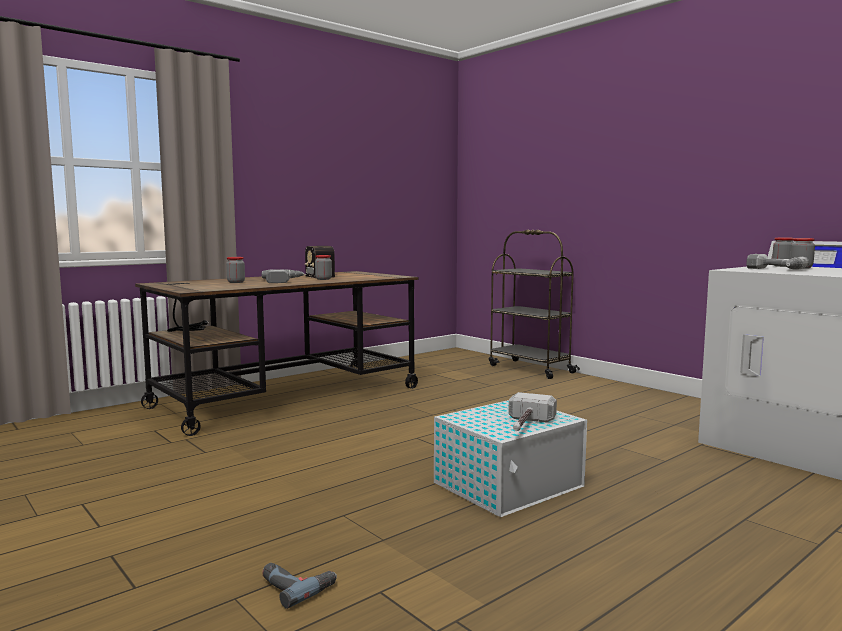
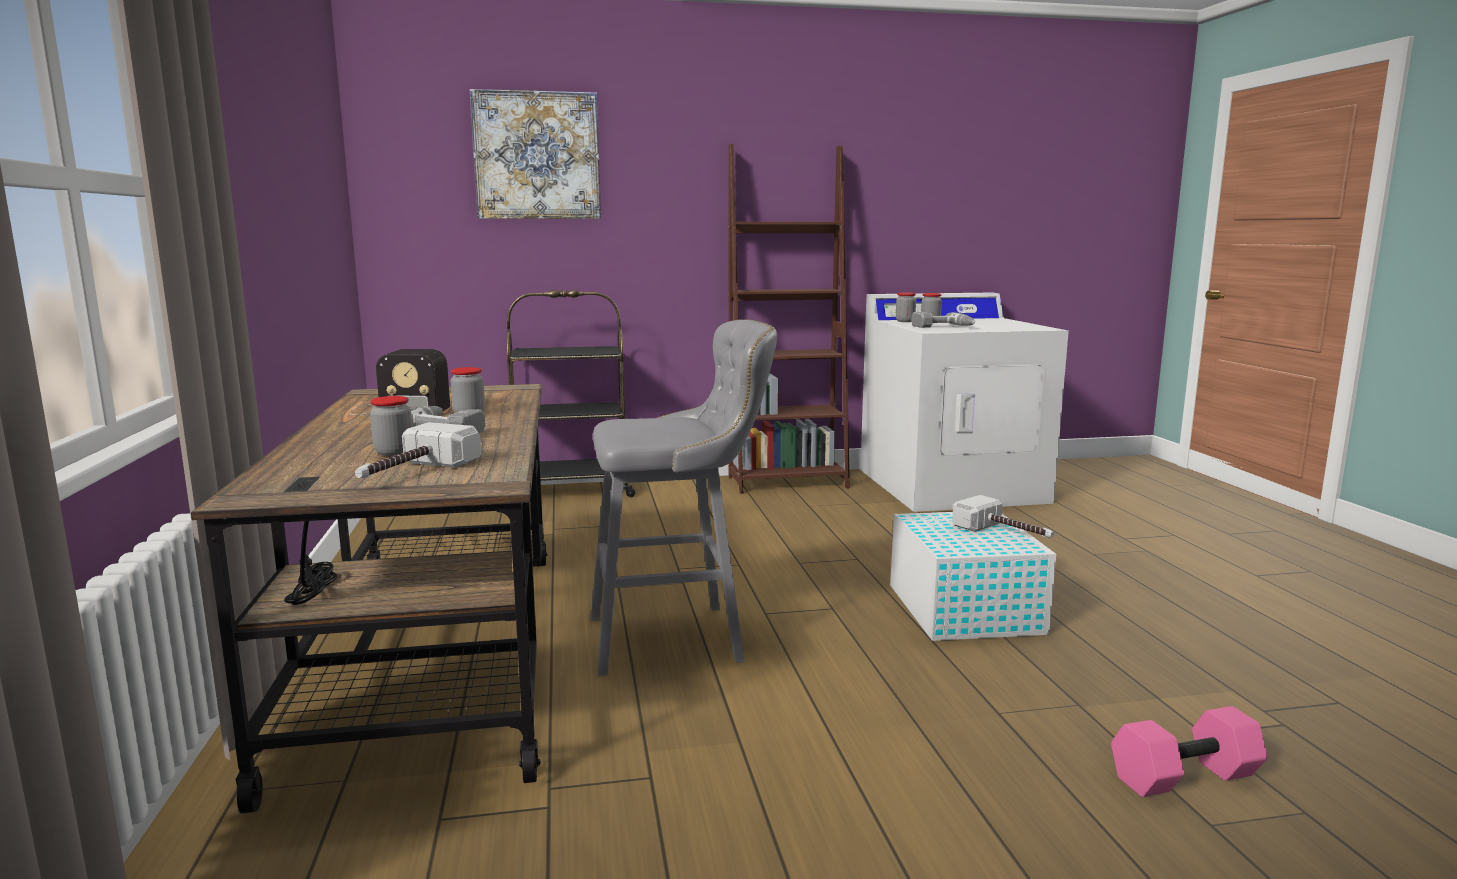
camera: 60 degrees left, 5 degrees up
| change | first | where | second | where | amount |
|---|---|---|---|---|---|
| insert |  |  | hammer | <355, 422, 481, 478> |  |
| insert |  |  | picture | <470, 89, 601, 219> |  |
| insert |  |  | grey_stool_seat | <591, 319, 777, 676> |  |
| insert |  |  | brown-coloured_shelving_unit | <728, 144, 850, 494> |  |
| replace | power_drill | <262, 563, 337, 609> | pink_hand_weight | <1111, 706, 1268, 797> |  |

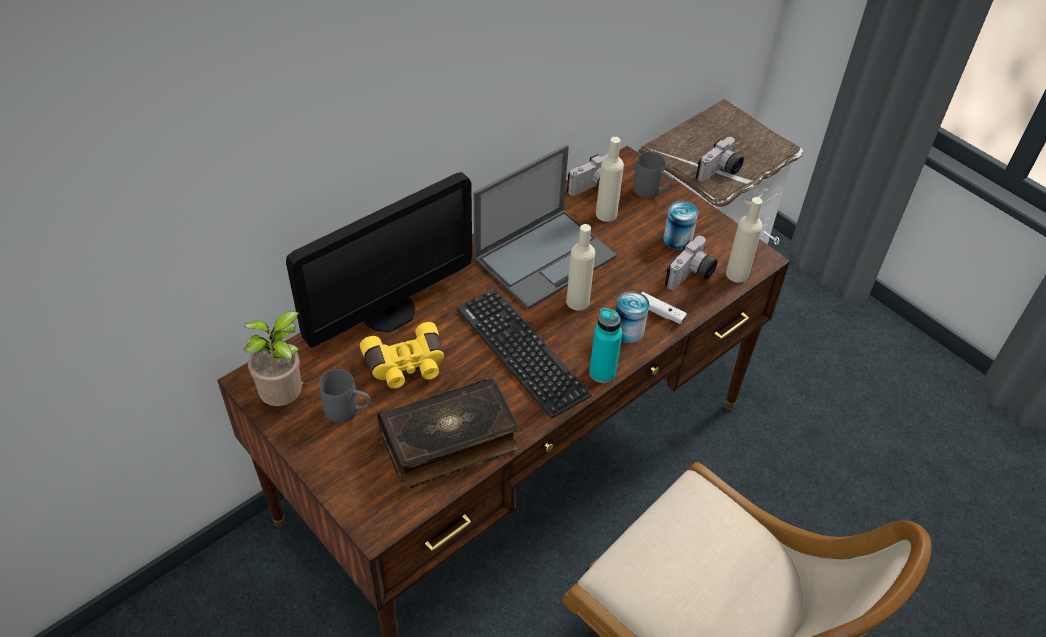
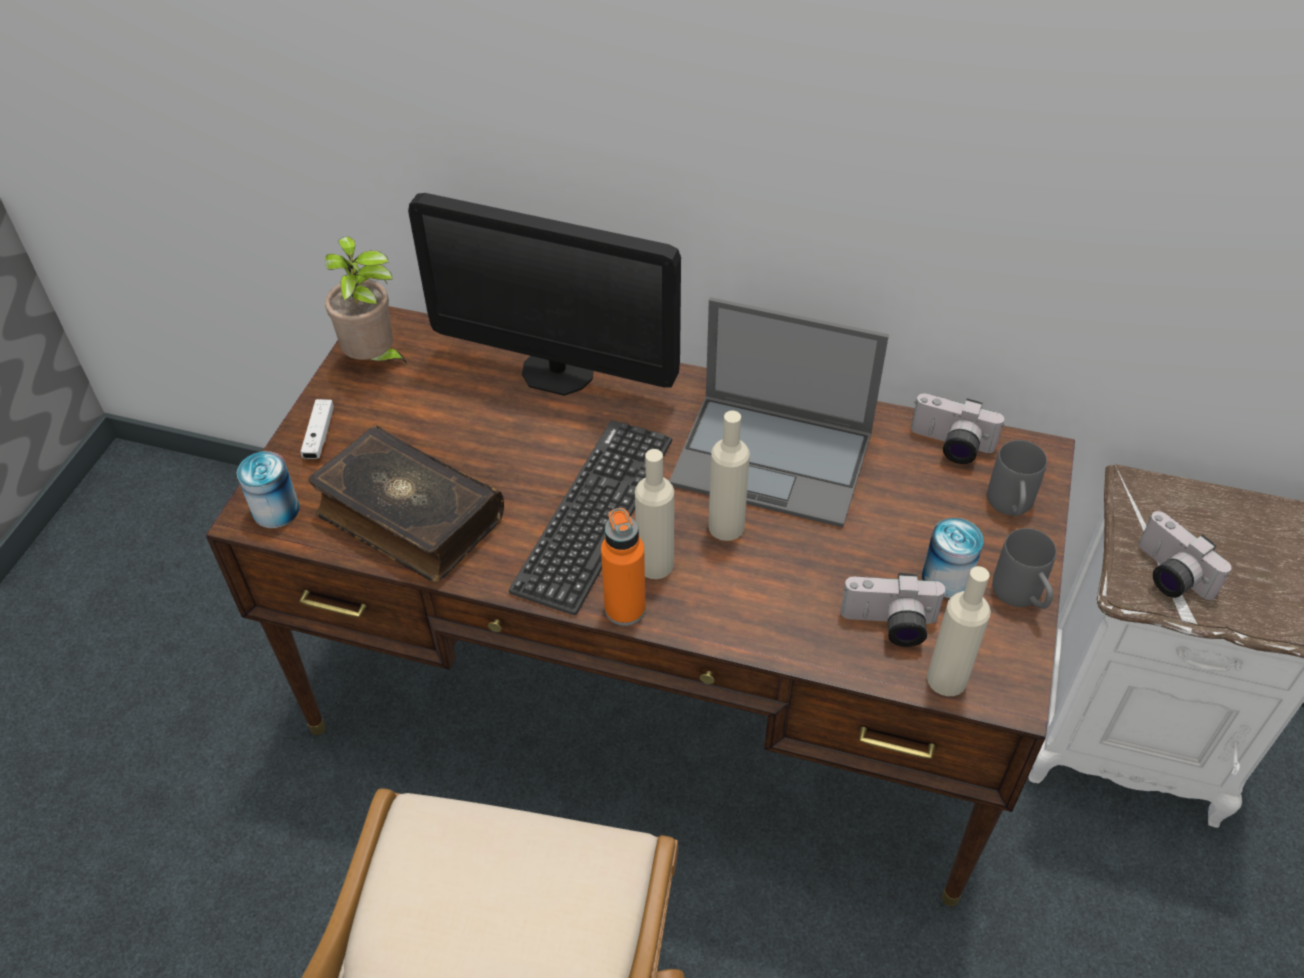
camera: 60 degrees right, 0 degrees up
| change | first | where | second | where | amount |
|---|---|---|---|---|---|
| move | can | <616, 291, 649, 343> |  | <237, 451, 300, 528> |  |
| move | white-coloured_gamepad | <641, 292, 687, 324> |  | <301, 399, 334, 459> |  |
| recolor | blue-green_bottle | <589, 308, 622, 383> | orange_bottle | <601, 508, 646, 626> |  |
| move | sand-coloured_bottle | <596, 137, 624, 222> |  | <635, 449, 674, 579> |  |
| move | grey_tea_mug | <319, 369, 371, 423> |  | <992, 528, 1056, 609> |  |
| rotate | photo_camera | <696, 137, 744, 182> |  | <1139, 511, 1232, 600> | 45 degrees clockwise |
| delete | yellowish_pair_of_binoculars | <360, 322, 444, 388> |  |  |  |

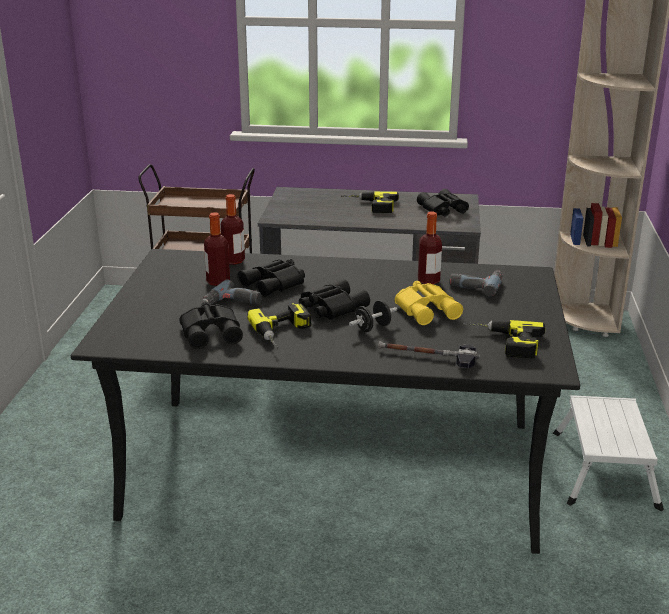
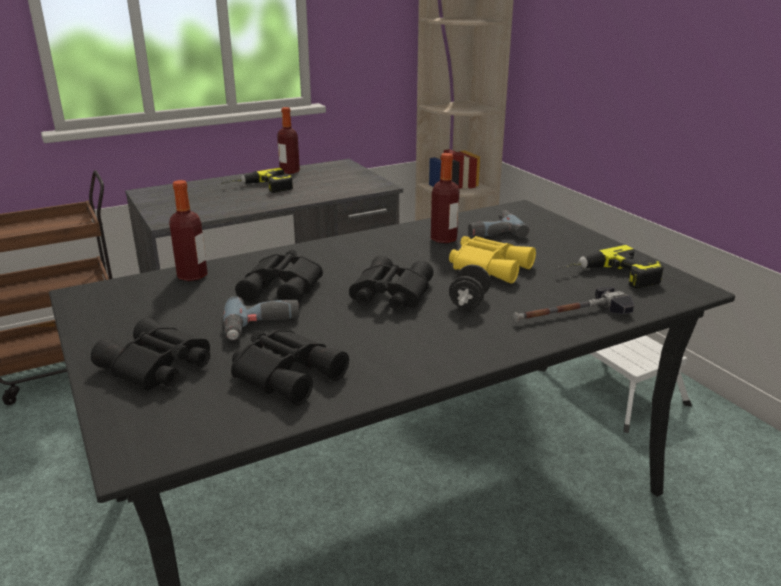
camera: 35 degrees left, 0 degrees up
| change | first | where | second | where | amount |
|---|---|---|---|---|---|
| move | black-coloured_pair_of_binoculars | <417, 189, 469, 216> |  | <91, 318, 210, 391> |  |
| move | bottle | <204, 212, 230, 286> |  | <277, 107, 300, 174> |  |
| delete | power_drill | <247, 303, 311, 349> |  |  |  |

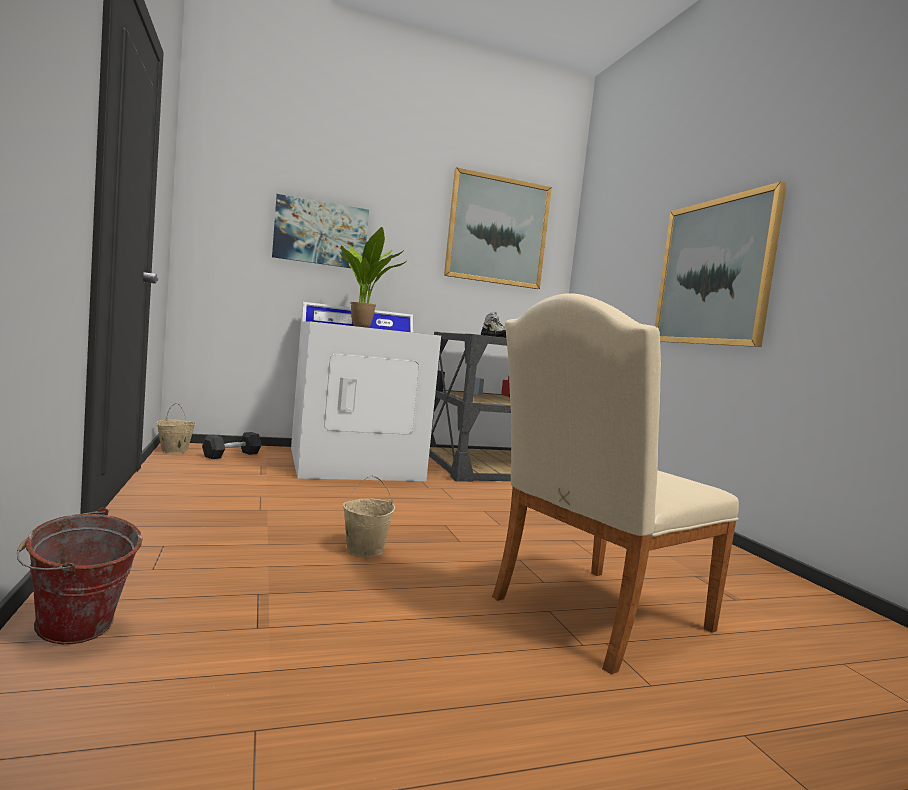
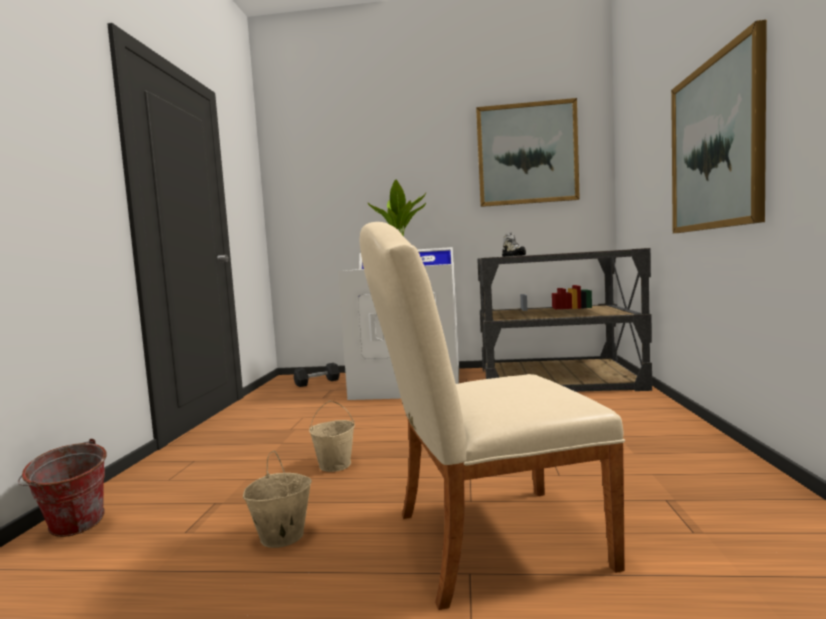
camera: 25 degrees right, 0 degrees up
| change | first | where | second | where | amount |
|---|---|---|---|---|---|
| move | sand-coloured_bucket | <156, 403, 196, 453> |  | <243, 450, 312, 548> |  |
| delete | picture | <272, 194, 369, 268> |  |  |  |

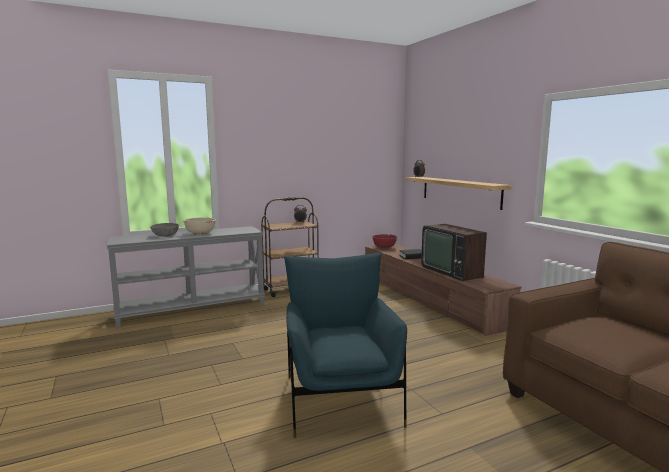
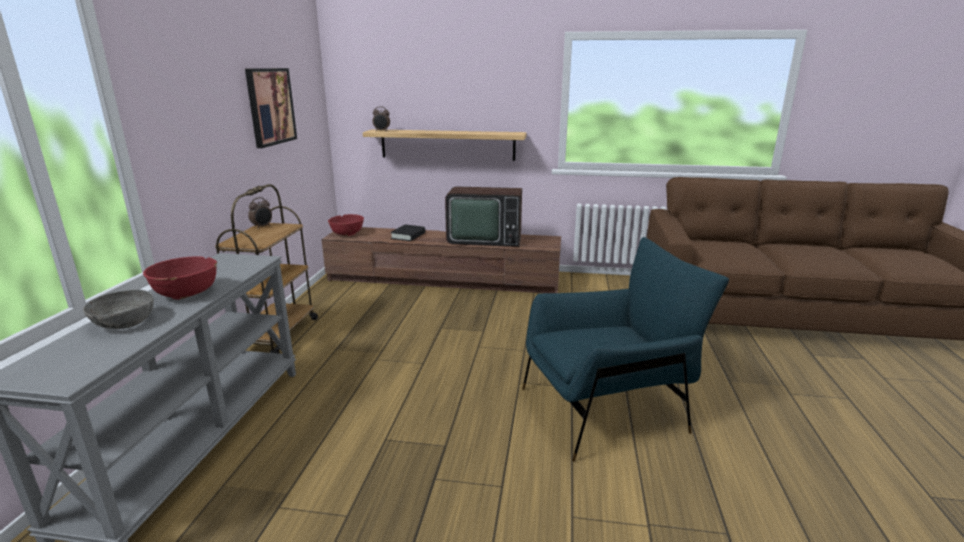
camera: 55 degrees left, 10 degrees up
| change | first | where | second | where | amount |
|---|---|---|---|---|---|
| recolor | sand-coloured_serving_bowl | <183, 217, 216, 234> | red_serving_bowl | <143, 256, 217, 300> |  |
| insert |  |  | picture | <245, 68, 297, 148> |  |
| rotate | blue_lounge_chair | <284, 253, 407, 438> |  | <522, 237, 729, 462> | 135 degrees clockwise |

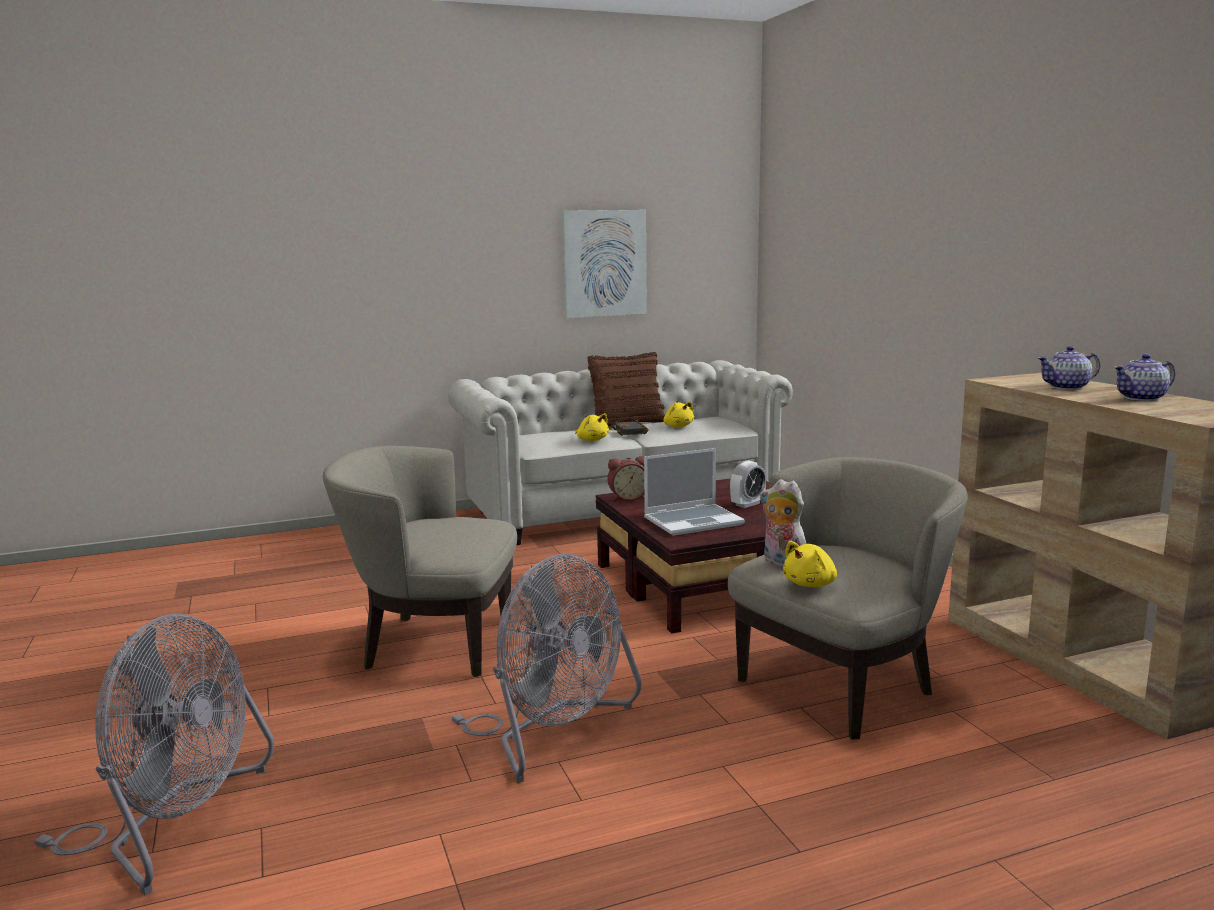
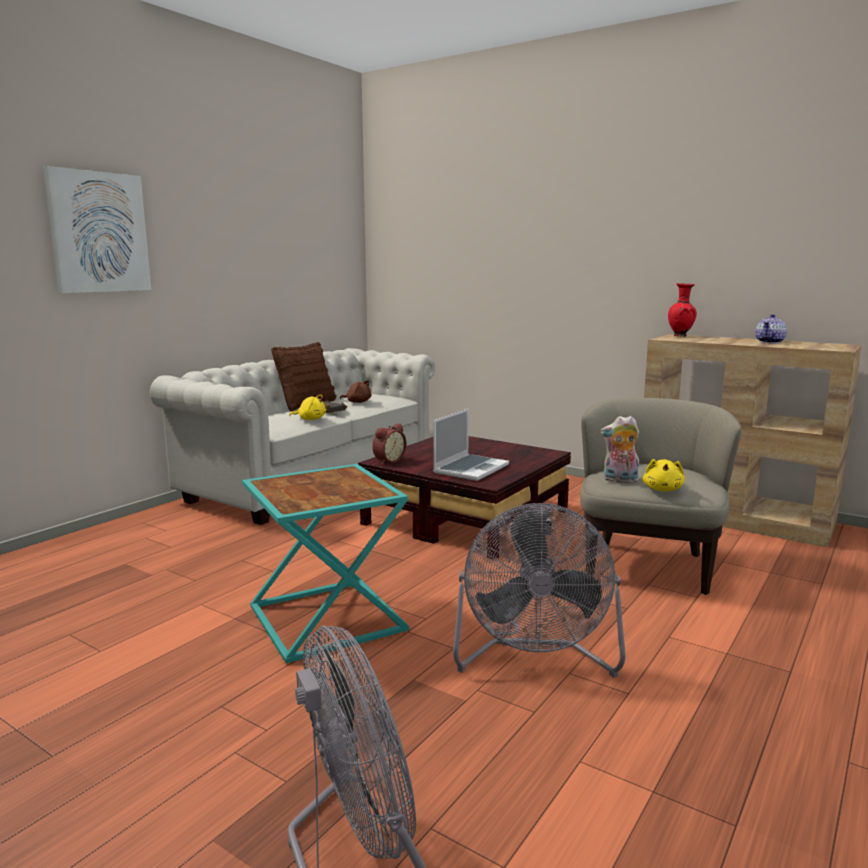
camera: 35 degrees left, 0 degrees up
| change | first | where | second | where | amount |
|---|---|---|---|---|---|
| move | picture | <562, 210, 647, 318> |  | <43, 166, 151, 293> |  |
| replace | sand-coloured_lounge_chair | <323, 446, 517, 677> | blue-green_end_table | <242, 464, 409, 663> |  |
| recolor | yellowish_plush_toy | <664, 401, 694, 427> | brown-coloured_plush_toy | <340, 380, 371, 403> |  |
| rotate | grey_fan | <452, 554, 642, 783> |  | <453, 503, 626, 678> | 90 degrees clockwise |
| insert |  |  | red_decorative_vase | <668, 283, 697, 337> |  |
| delete | table_clock | <730, 461, 766, 508> |  |  |  |
| delete | tea_pot | <1038, 346, 1100, 390> |  |  |  |

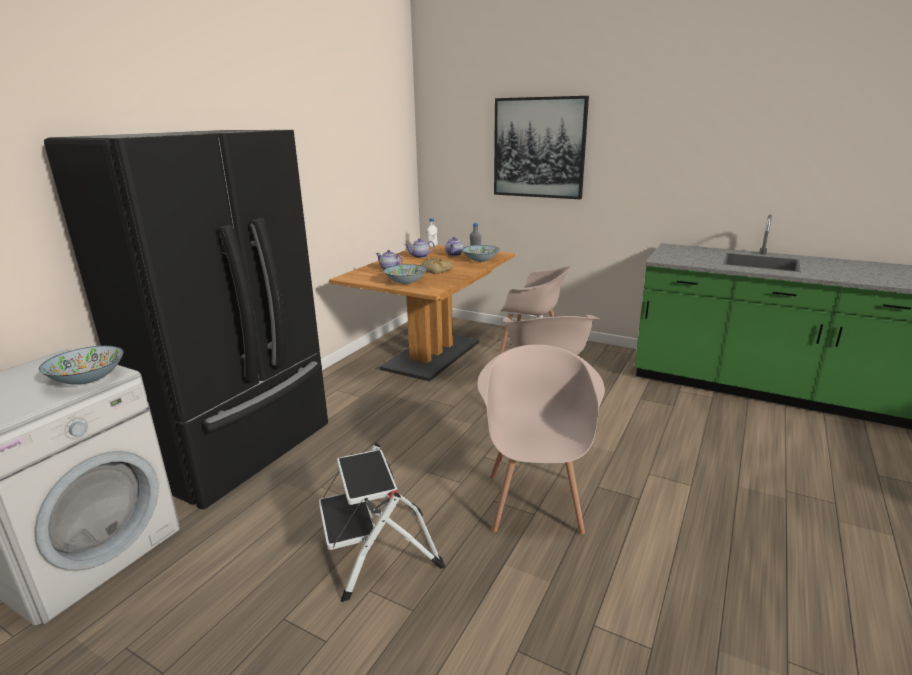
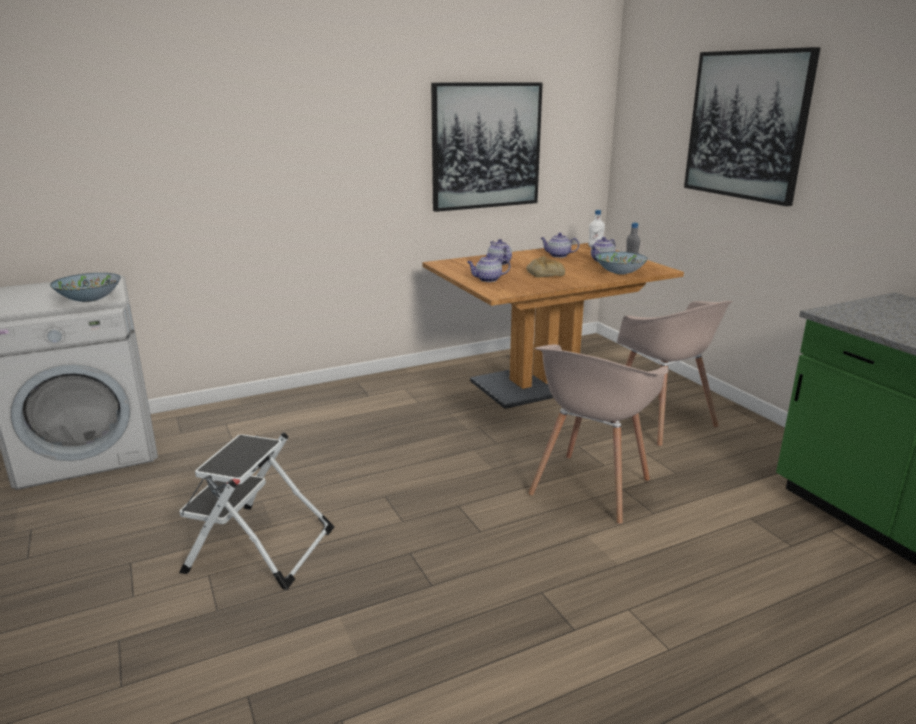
camera: 35 degrees right, 0 degrees up
| change | first | where | second | where | amount |
|---|---|---|---|---|---|
| insert |  |  | picture | <431, 82, 543, 212> |  |
| replace | serving_bowl | <384, 264, 427, 284> | tea_pot | <467, 254, 510, 282> |  |
| delete | black-coloured_refrigerator | <44, 130, 328, 509> |  |  |  |
| delete | sand-coloured_chair | <477, 345, 605, 534> |  |  |  |

